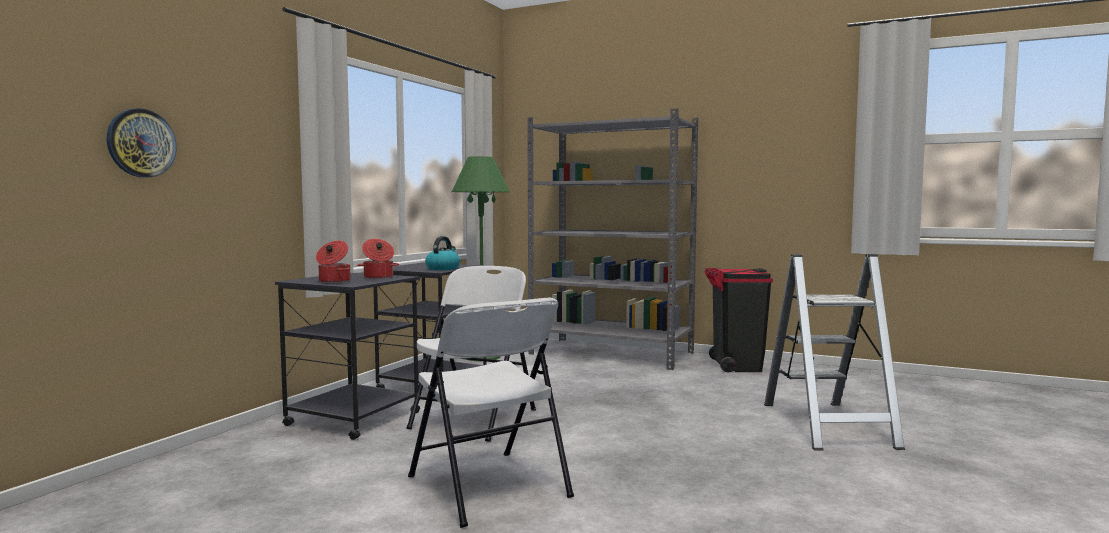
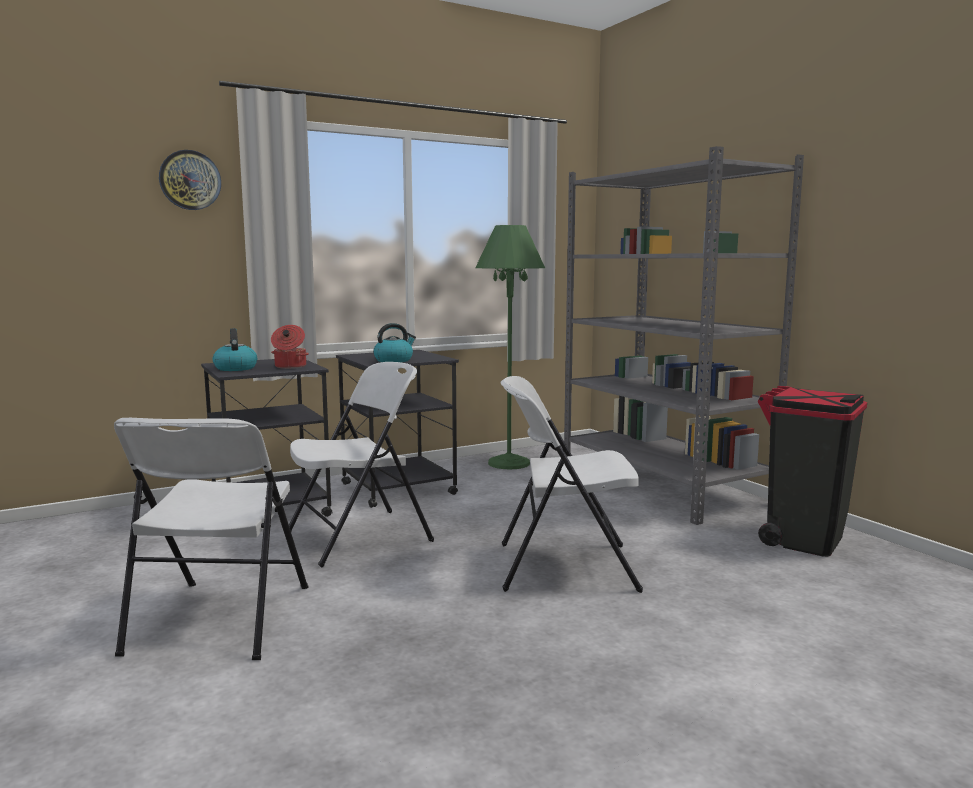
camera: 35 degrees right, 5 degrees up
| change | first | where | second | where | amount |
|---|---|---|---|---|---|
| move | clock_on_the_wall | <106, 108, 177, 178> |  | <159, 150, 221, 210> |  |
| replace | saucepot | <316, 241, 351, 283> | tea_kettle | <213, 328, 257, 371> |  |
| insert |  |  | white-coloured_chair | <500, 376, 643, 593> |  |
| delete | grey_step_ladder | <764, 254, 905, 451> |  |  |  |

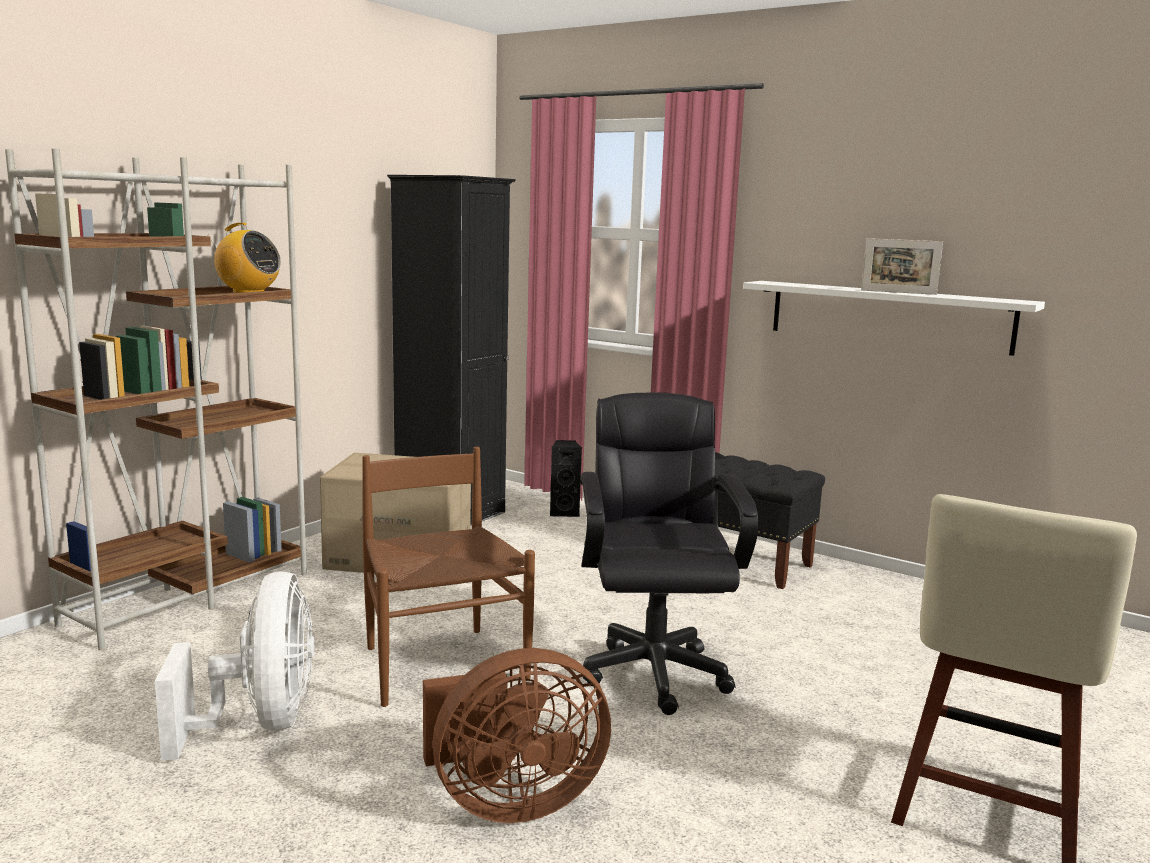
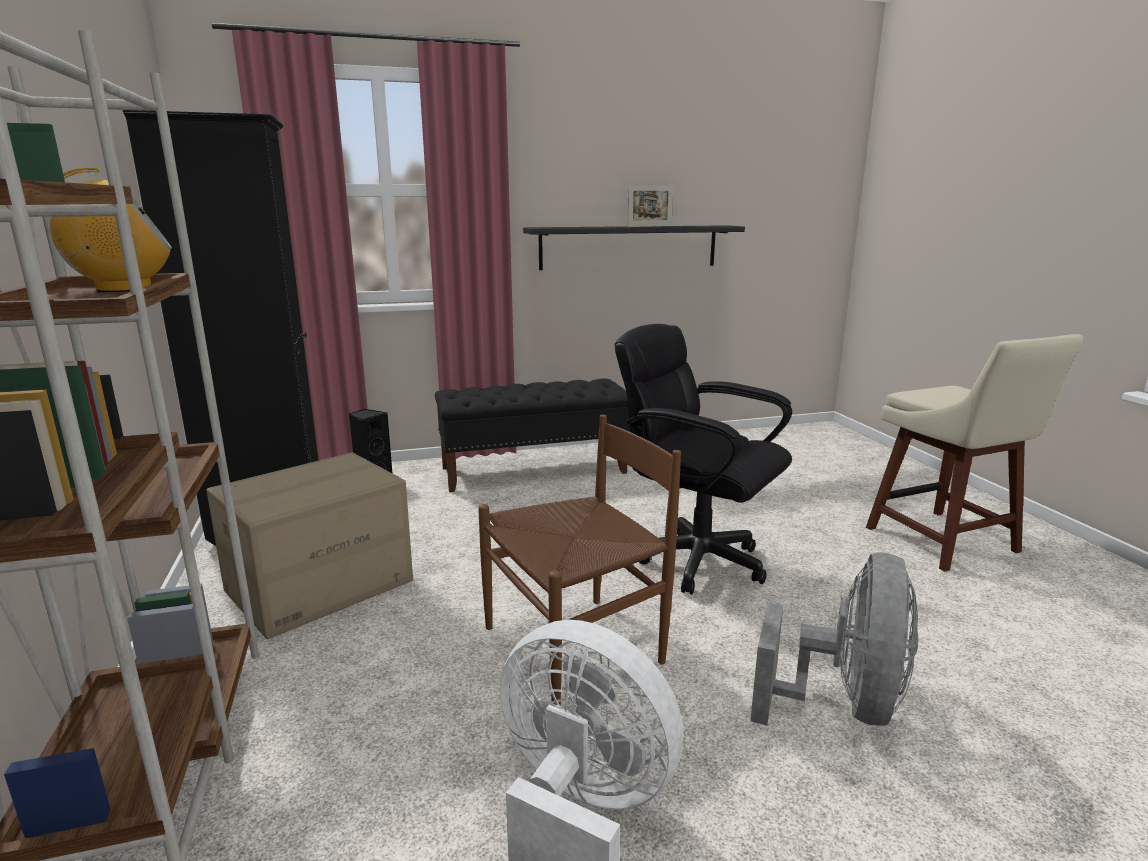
camera: 50 degrees left, 5 degrees up
| change | first | where | second | where | amount |
|---|---|---|---|---|---|
| rotate | brown-coloured_chair | <362, 447, 535, 707> |  | <478, 415, 681, 706> | 135 degrees clockwise |
| recolor | white-coloured_bracket_shelf | <743, 281, 1045, 356> | black-coloured_bracket_shelf | <523, 225, 745, 270> |  |
| recolor | brown-coloured_fan | <423, 648, 611, 823> | grey_fan | <750, 552, 918, 726> |  |

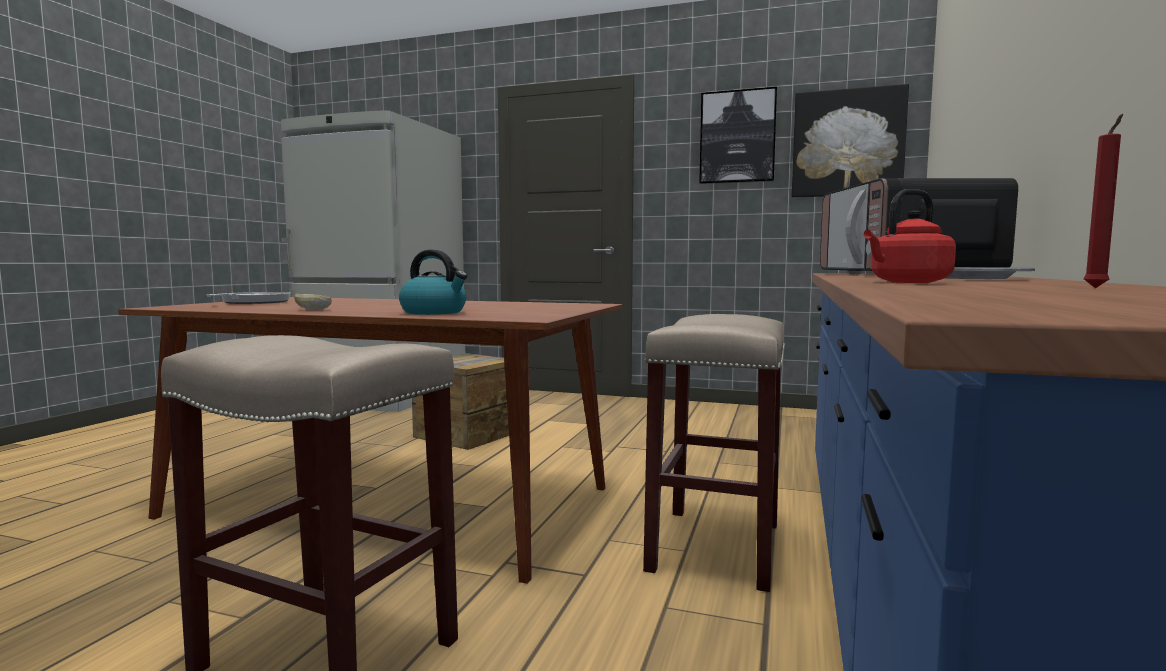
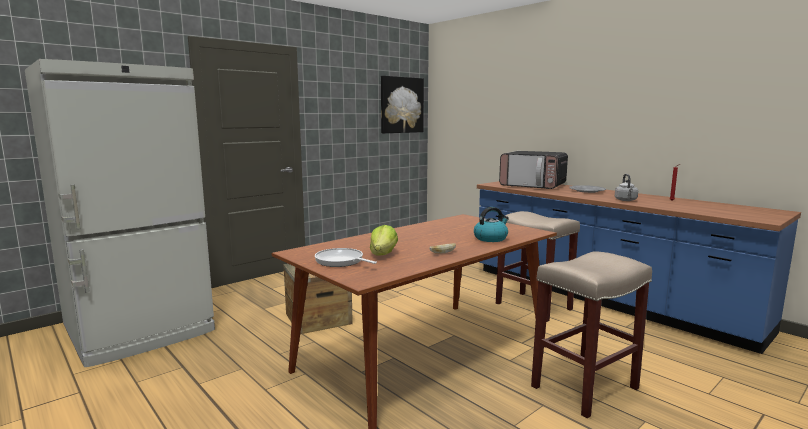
camera: 60 degrees left, 5 degrees up
| change | first | where | second | where | amount |
|---|---|---|---|---|---|
| insert |  |  | lettuce_head | <370, 225, 398, 256> |  |
| recolor | red_tea_kettle | <864, 189, 956, 283> | grey_tea_kettle | <615, 174, 638, 201> |  |
| delete | picture | <699, 87, 777, 184> |  |  |  |

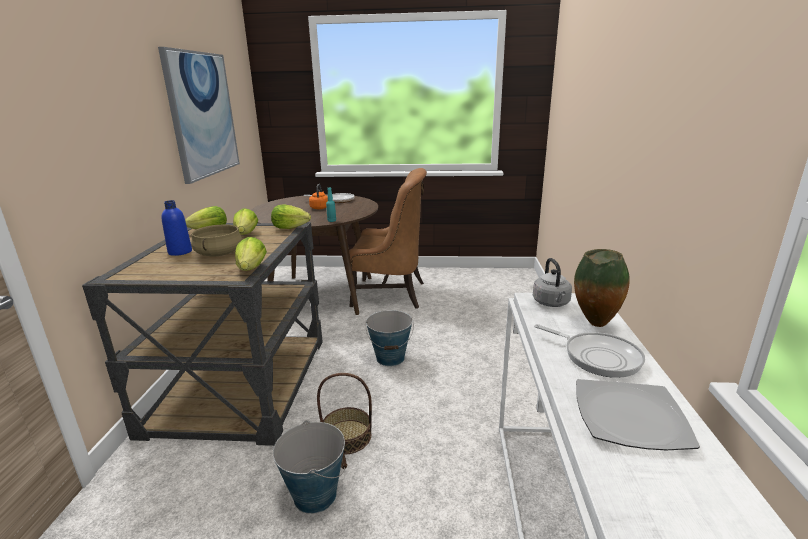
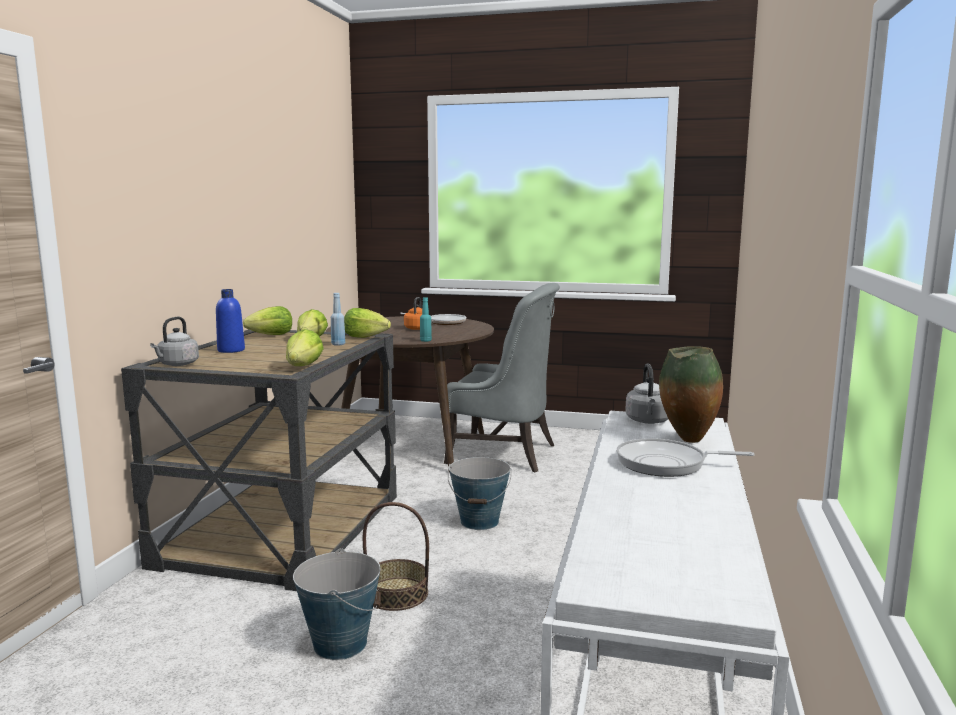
camera: 10 degrees right, 10 degrees down
| change | first | where | second | where | amount |
|---|---|---|---|---|---|
| insert |  |  | grey_tea_kettle | <150, 316, 199, 366> |  |
| insert |  |  | blue_bottle | <331, 293, 345, 346> |  |
| recolor | brown-coloured_chair | <349, 168, 427, 309> | grey_chair | <444, 283, 560, 472> |  |
| rotate | frying_pan | <534, 324, 645, 378> |  | <617, 438, 754, 477> | 135 degrees clockwise |
| delete | picture | <158, 47, 240, 184> |  |  |  |
| delete | sand-coloured_saucepot | <191, 225, 242, 256> |  |  |  |
| delete | plate | <576, 379, 700, 450> |  |  |  |

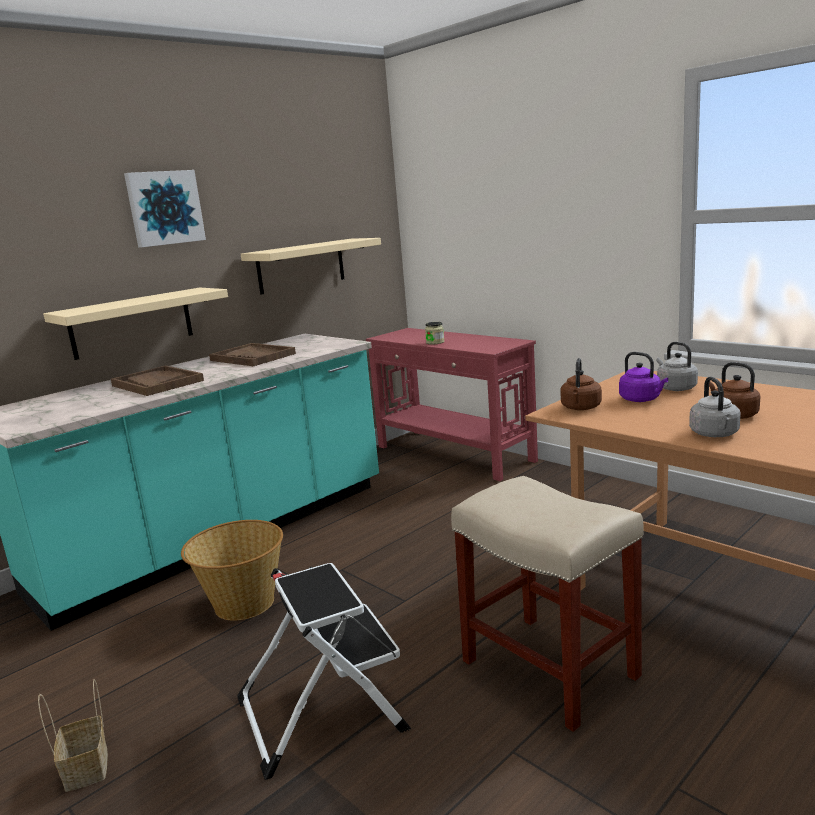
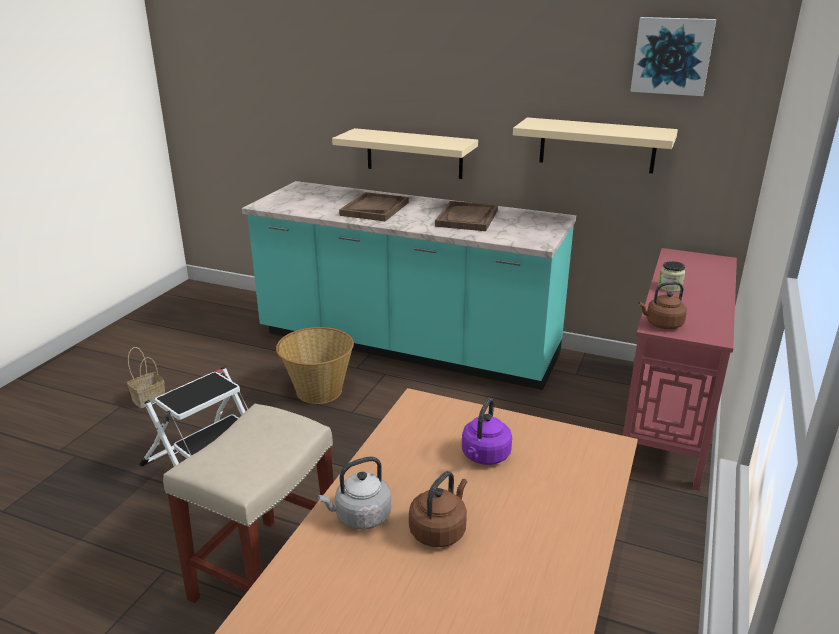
camera: 65 degrees right, 10 degrees up
| change | first | where | second | where | amount |
|---|---|---|---|---|---|
| move | picture | <124, 170, 206, 247> |  | <630, 17, 716, 96> |  |
| move | brown-coloured_tea_kettle | <560, 358, 602, 410> |  | <638, 282, 687, 329> |  |
| delete | grey_tea_kettle | <656, 342, 698, 391> |  |  |  |

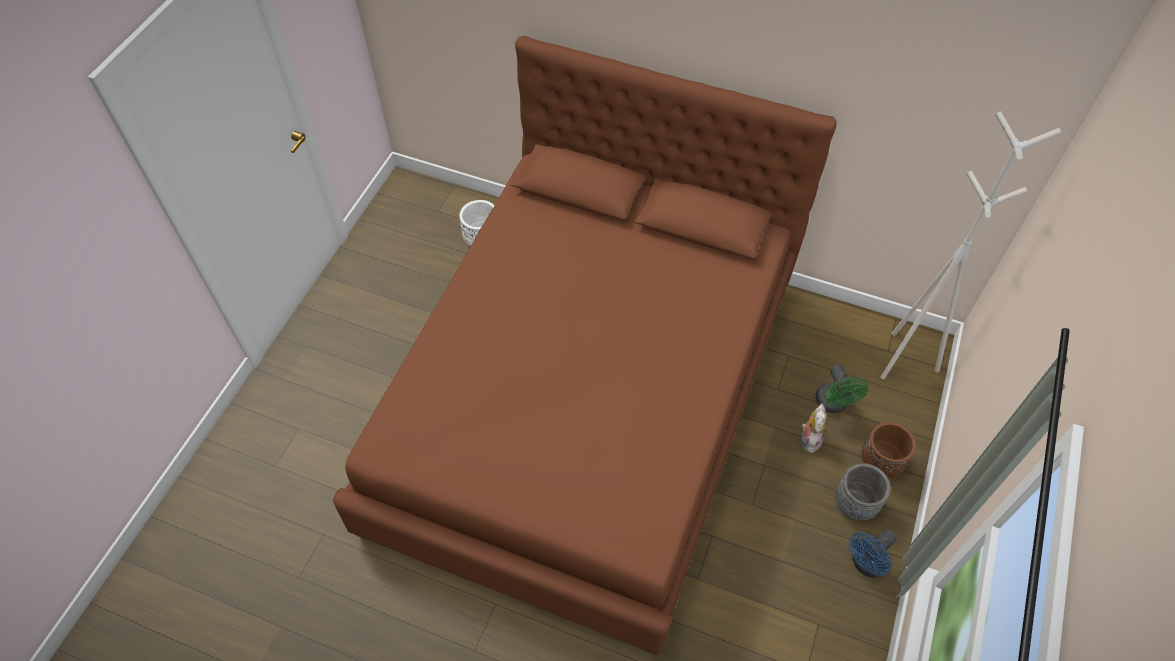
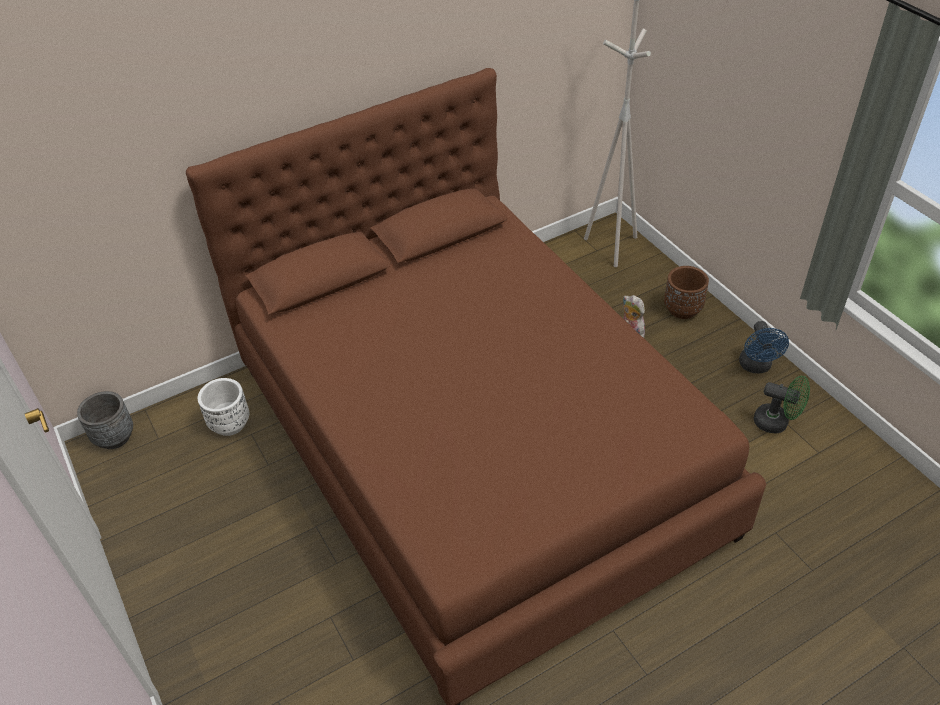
camera: 50 degrees left, 10 degrees down
| change | first | where | second | where | amount |
|---|---|---|---|---|---|
| move | grey_flower_pot | <835, 463, 891, 521> |  | <77, 391, 133, 449> |  |
| move | green_fan | <815, 365, 868, 413> |  | <754, 376, 810, 433> |  |

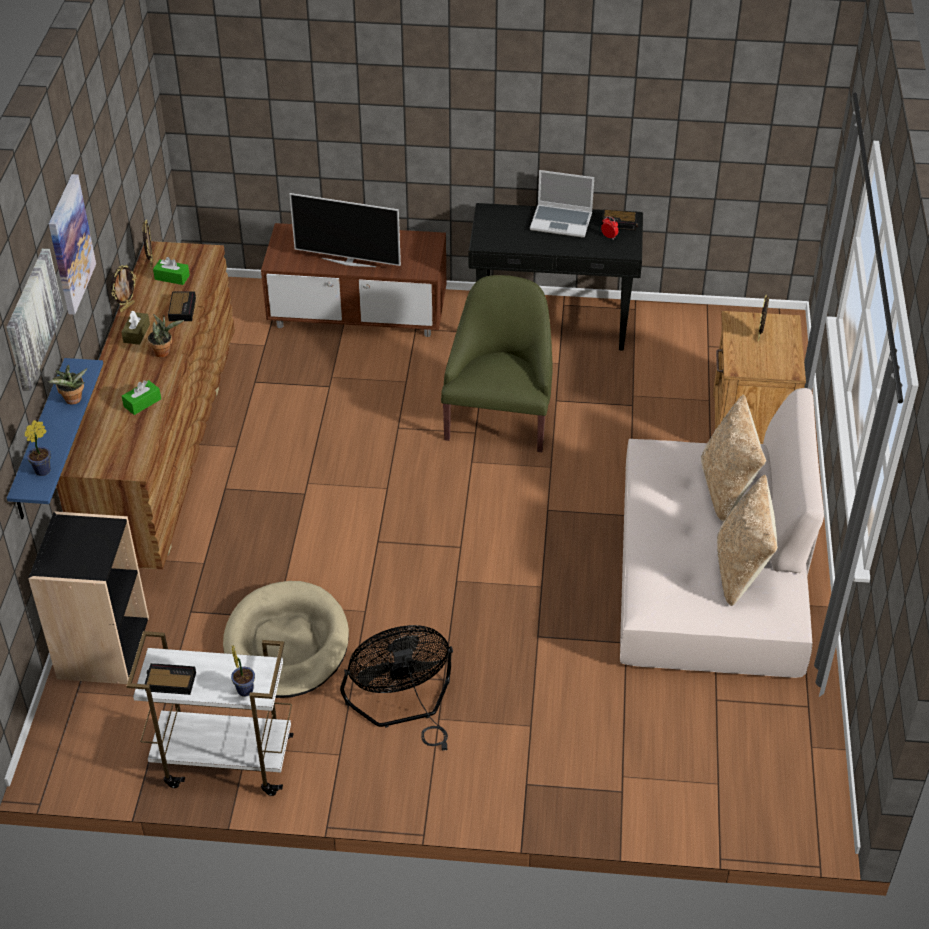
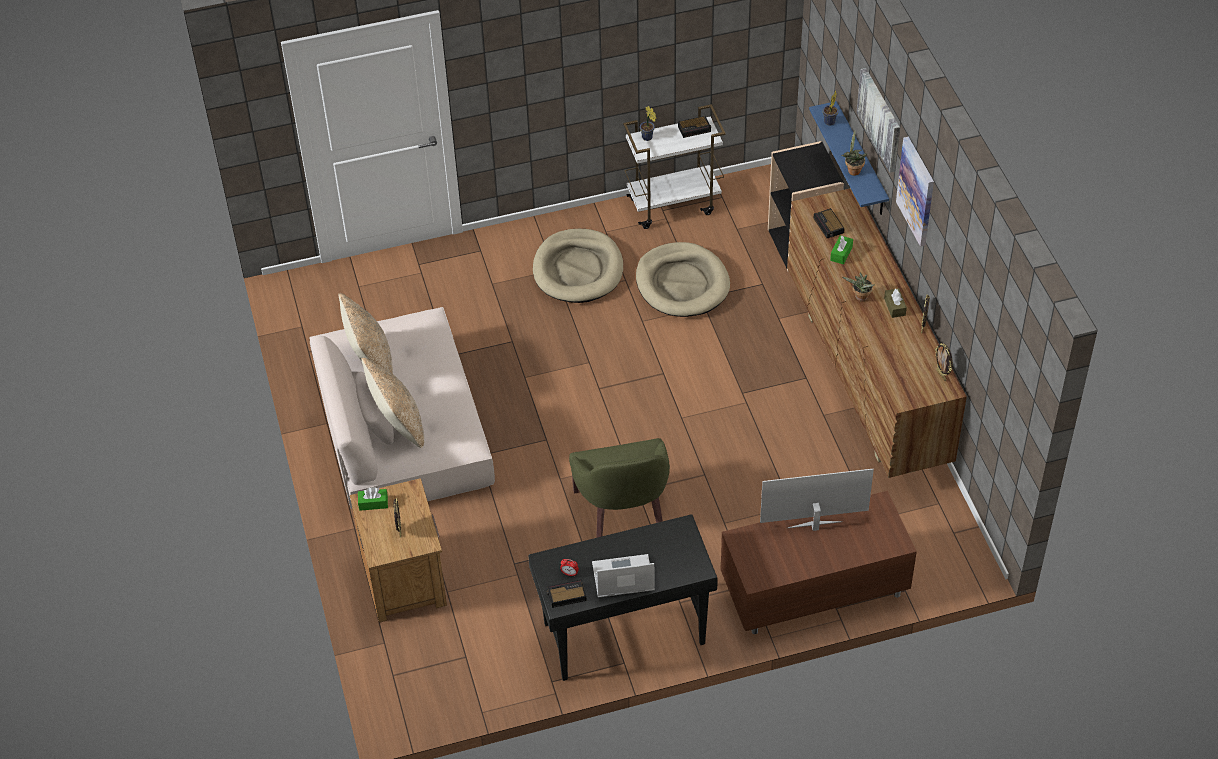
camera: 160 degrees right, 5 degrees up
| change | first | where | second | where | amount |
|---|---|---|---|---|---|
| move | green_tissue_holder | <153, 257, 190, 285> |  | <358, 487, 388, 511> |  |
| replace | black-coloured_fan | <340, 625, 453, 751> | sand-coloured_dog_bed | <533, 229, 623, 303> |  |
| move | table_clock | <168, 291, 196, 321> |  | <814, 208, 845, 238> |  |

